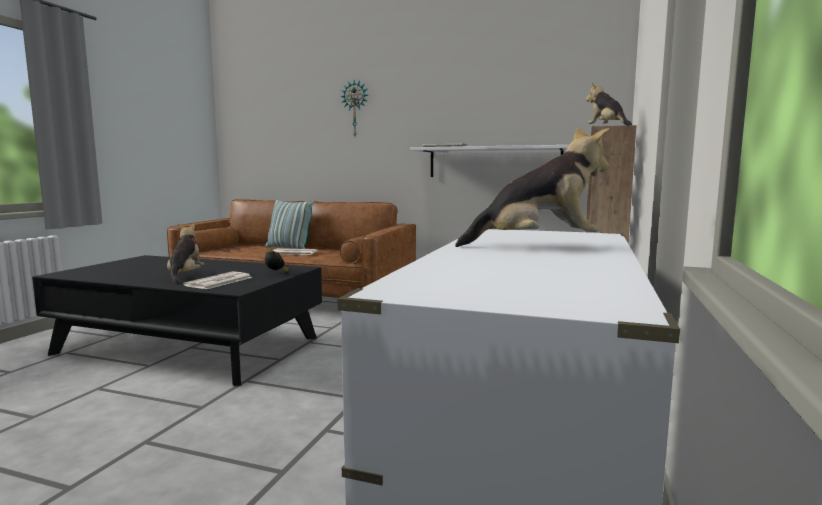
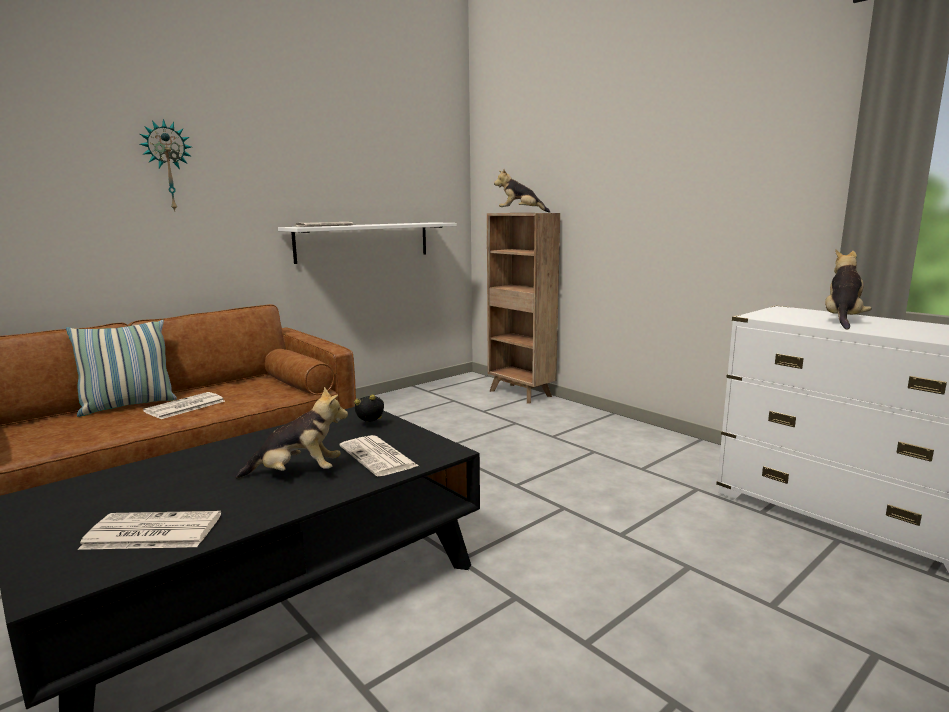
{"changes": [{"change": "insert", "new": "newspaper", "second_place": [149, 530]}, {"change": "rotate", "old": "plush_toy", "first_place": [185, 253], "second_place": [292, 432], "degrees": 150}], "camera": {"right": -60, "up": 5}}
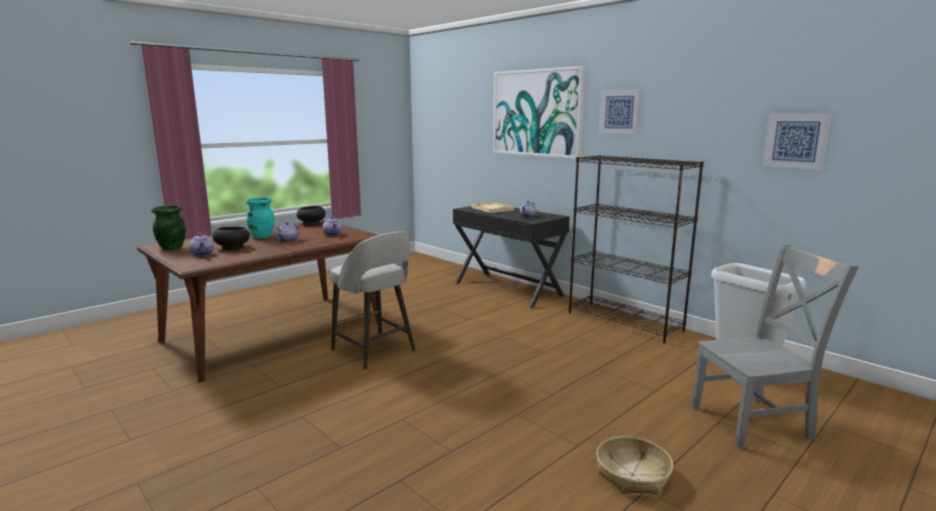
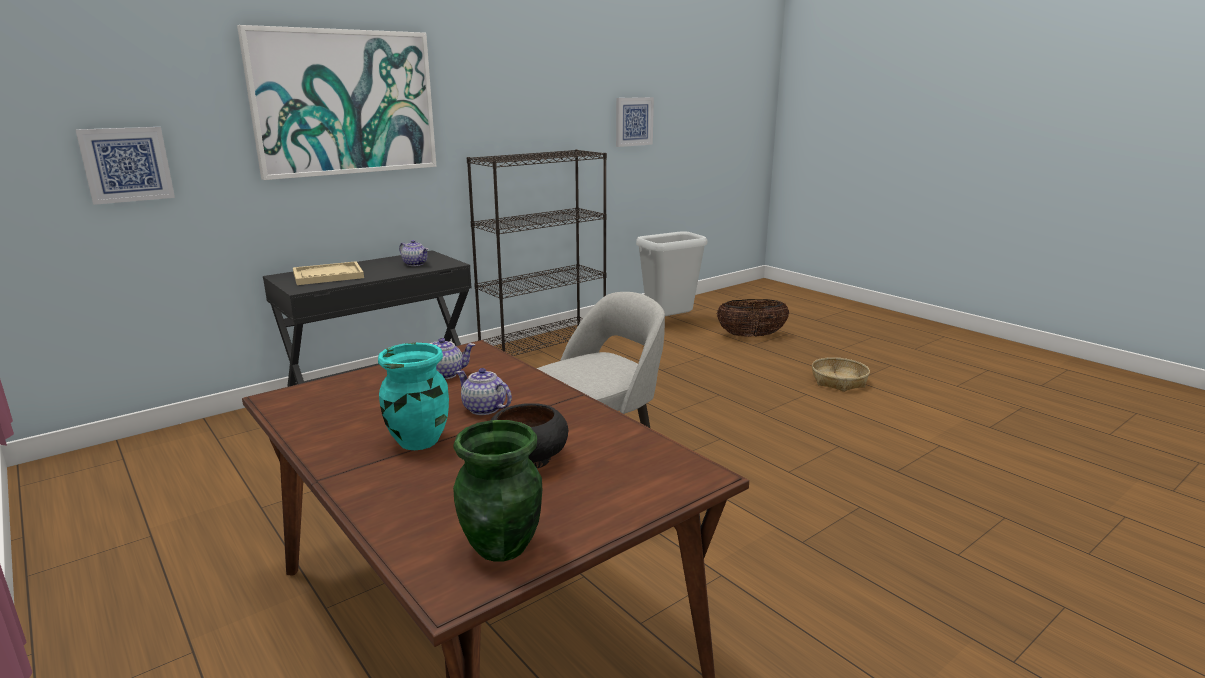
{"changes": [{"change": "delete", "old": "teapot", "first_place": [201, 244]}, {"change": "delete", "old": "black_bowl", "first_place": [311, 215]}, {"change": "move", "old": "picture", "first_place": [620, 111], "second_place": [125, 166]}, {"change": "replace", "old": "grey_chair", "new": "basket", "first_place": [775, 346], "second_place": [753, 318]}], "camera": {"right": -85, "up": 5}}
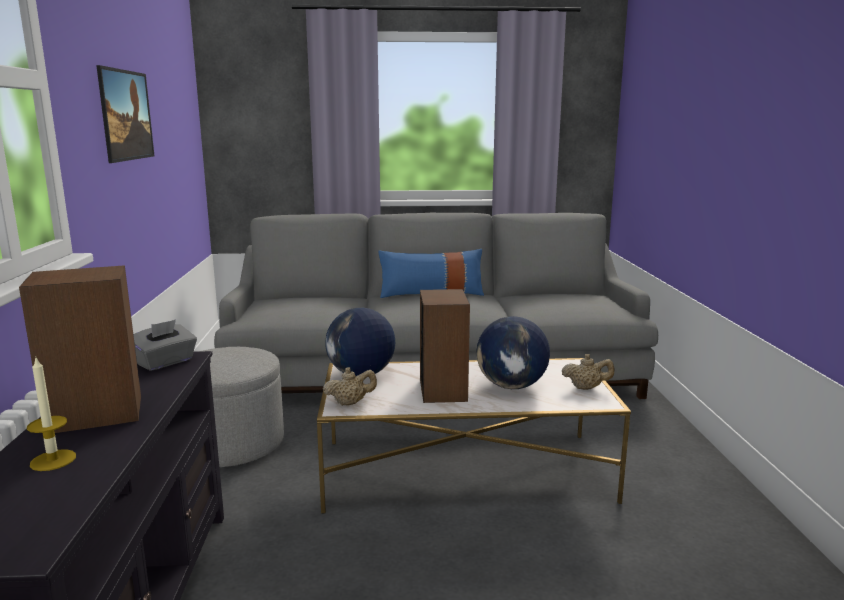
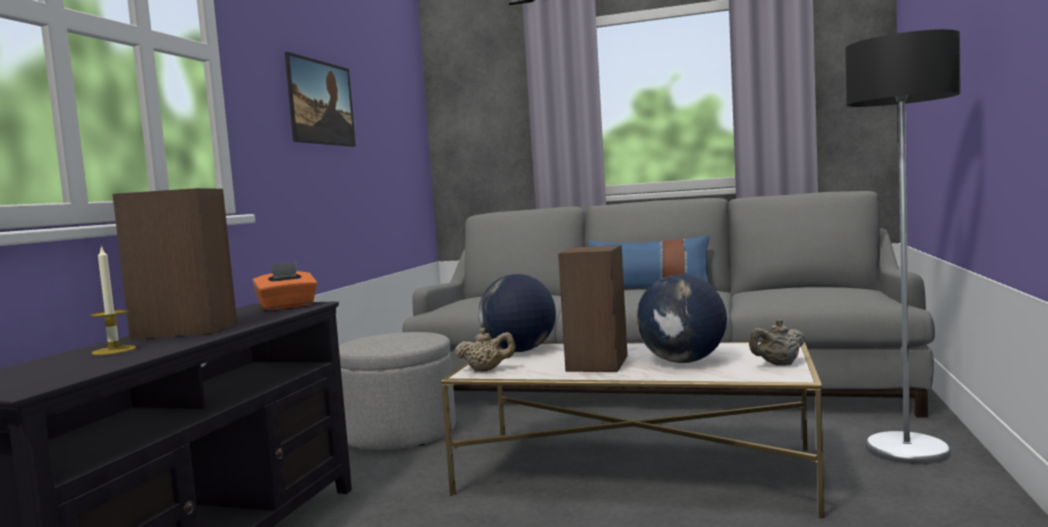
{"changes": [{"change": "insert", "new": "floor_lamp", "second_place": [903, 246]}, {"change": "recolor", "old": "grey_tissue_box", "new": "orange_tissue_box", "first_place": [165, 345], "second_place": [285, 286]}, {"change": "rotate", "old": "beige_teapot", "first_place": [588, 372], "second_place": [777, 342], "degrees": 135}], "camera": {"right": 20, "up": -10}}
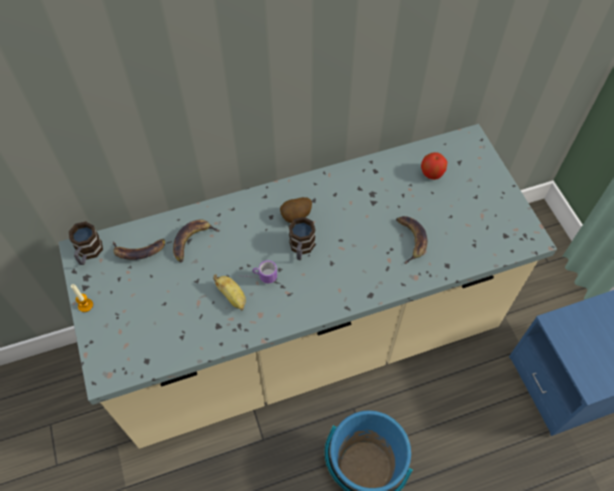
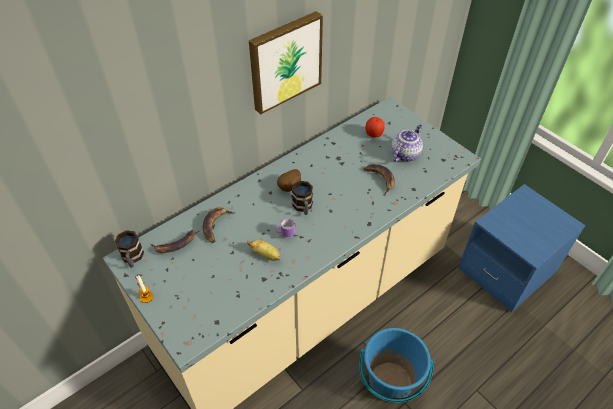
{"changes": [{"change": "insert", "new": "picture", "second_place": [286, 62]}, {"change": "insert", "new": "teapot", "second_place": [407, 143]}], "camera": {"right": -20, "up": -10}}
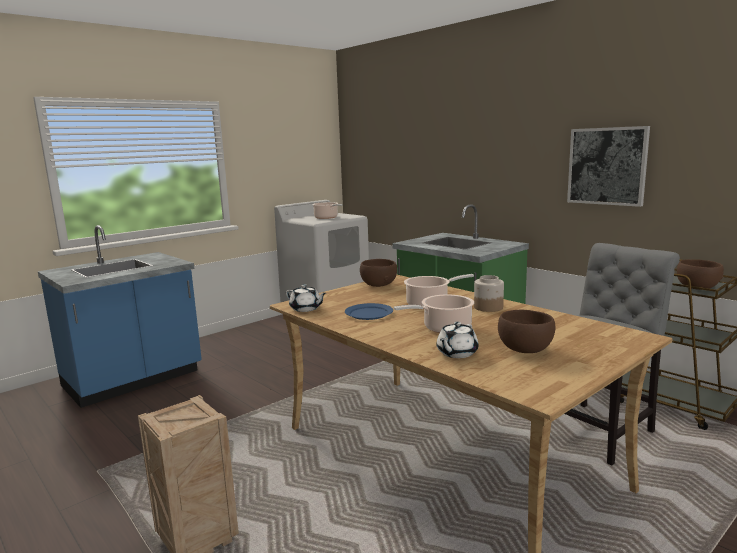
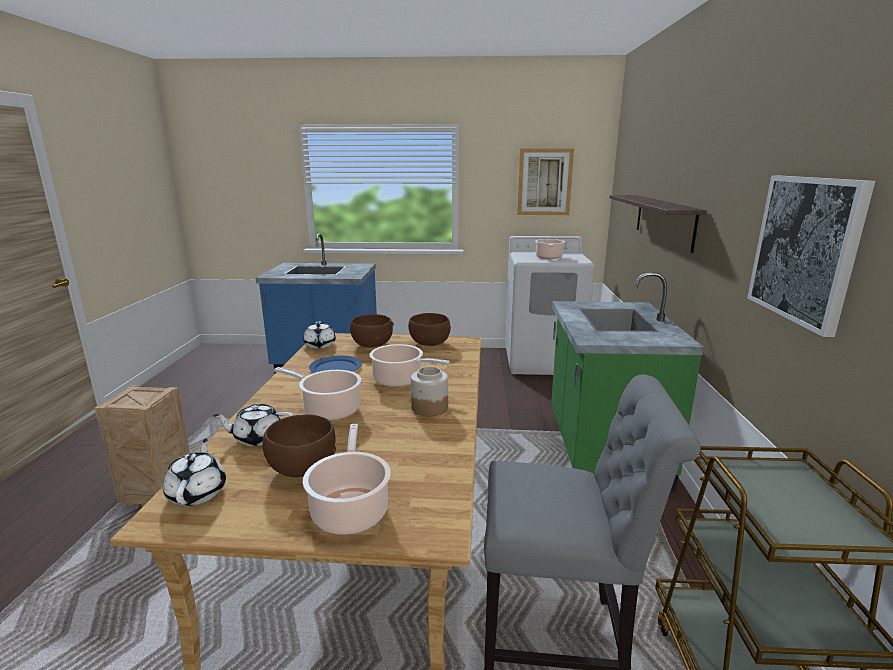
{"changes": [{"change": "insert", "new": "white_teapot", "second_place": [194, 472]}, {"change": "insert", "new": "cooking_pot", "second_place": [346, 479]}, {"change": "insert", "new": "picture", "second_place": [545, 182]}, {"change": "insert", "new": "shelf", "second_place": [658, 224]}, {"change": "move", "old": "brown_bowl", "first_place": [700, 274], "second_place": [372, 330]}], "camera": {"right": 45, "up": 5}}
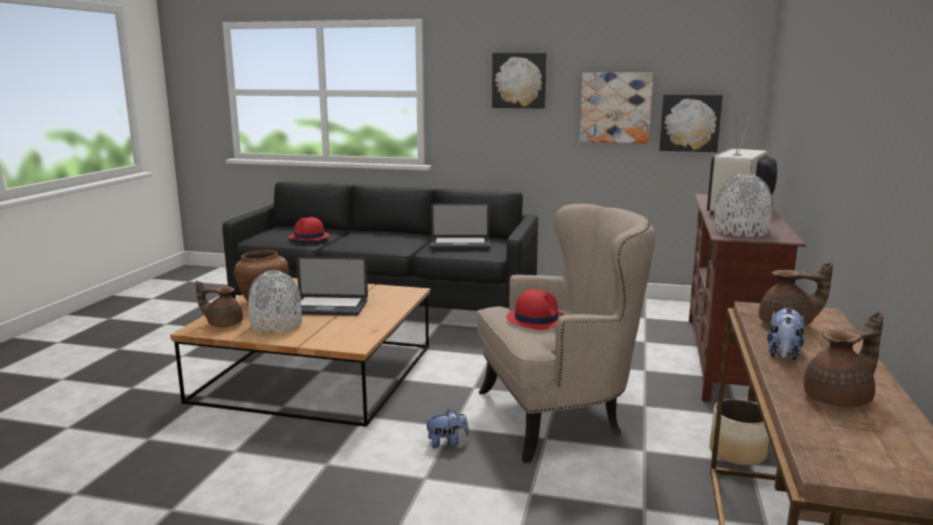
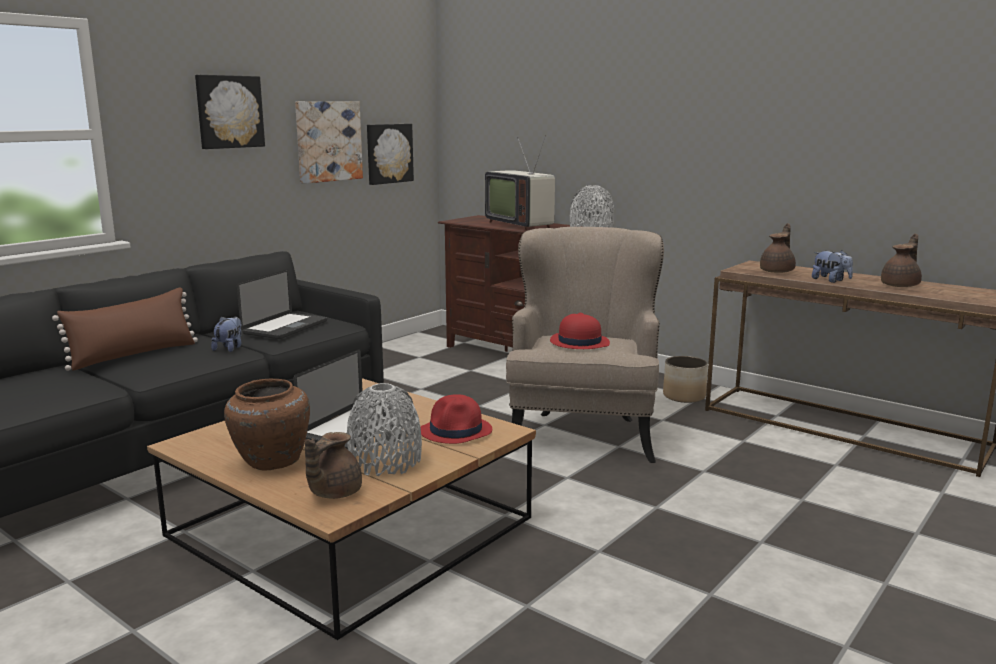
{"changes": [{"change": "insert", "new": "brown_pillow", "second_place": [125, 329]}, {"change": "move", "old": "red_hat", "first_place": [309, 229], "second_place": [456, 419]}, {"change": "move", "old": "plush_toy", "first_place": [446, 429], "second_place": [226, 334]}, {"change": "rotate", "old": "brown_teapot", "first_place": [844, 359], "second_place": [901, 260], "degrees": 45}], "camera": {"right": -65, "up": 0}}
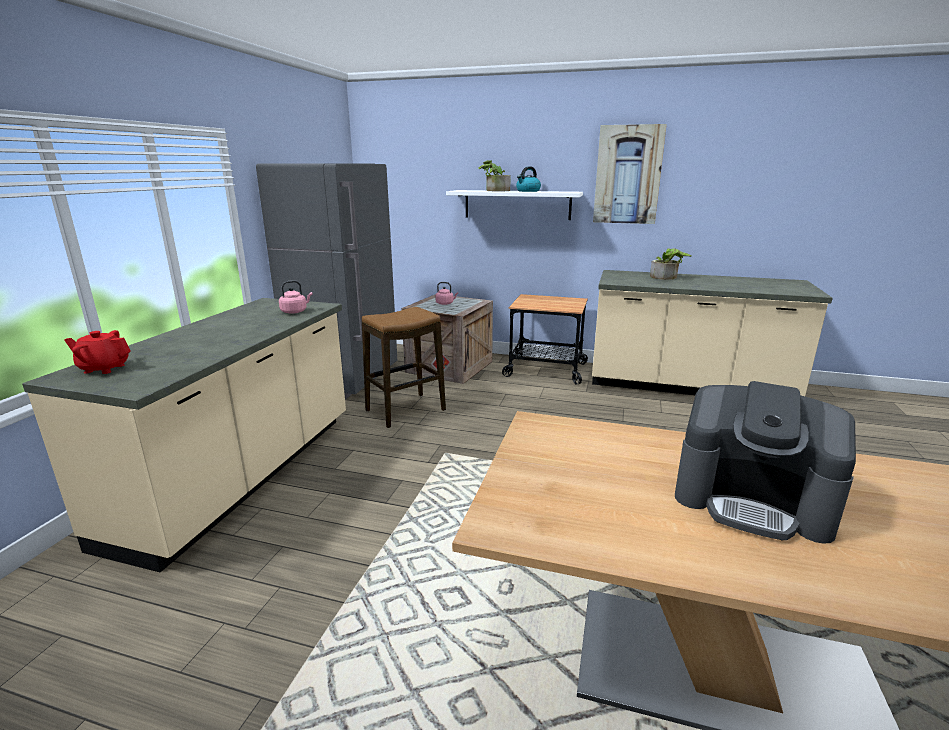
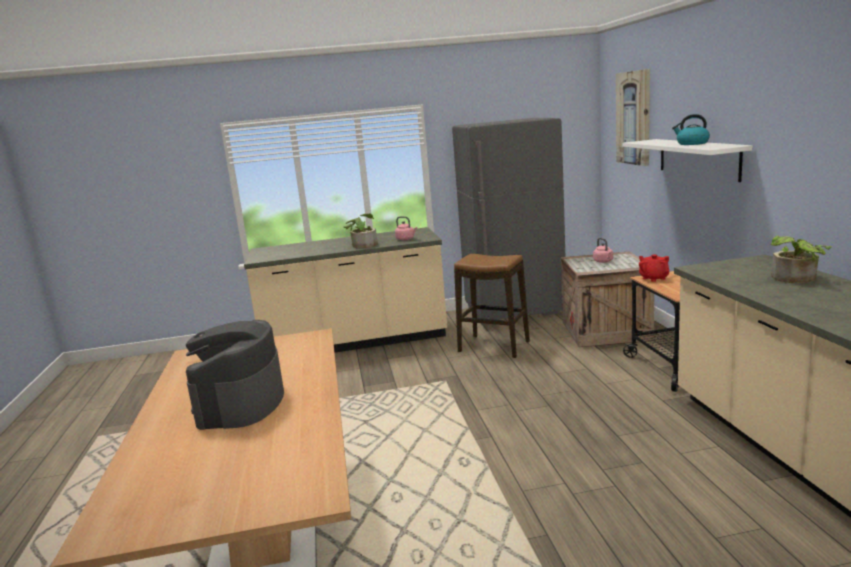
{"changes": [{"change": "move", "old": "red_teapot", "first_place": [97, 352], "second_place": [654, 268]}, {"change": "move", "old": "potted_plant", "first_place": [494, 175], "second_place": [361, 230]}, {"change": "move", "old": "picture", "first_place": [630, 174], "second_place": [633, 117]}], "camera": {"right": 65, "up": -5}}
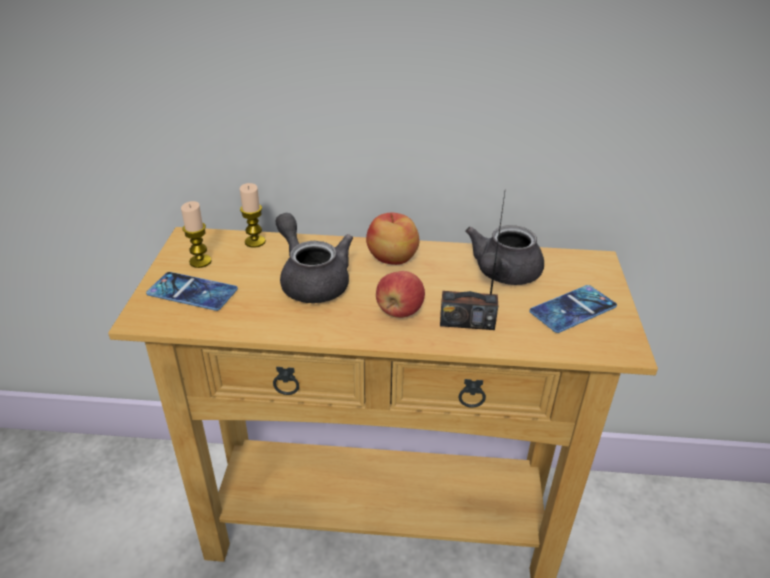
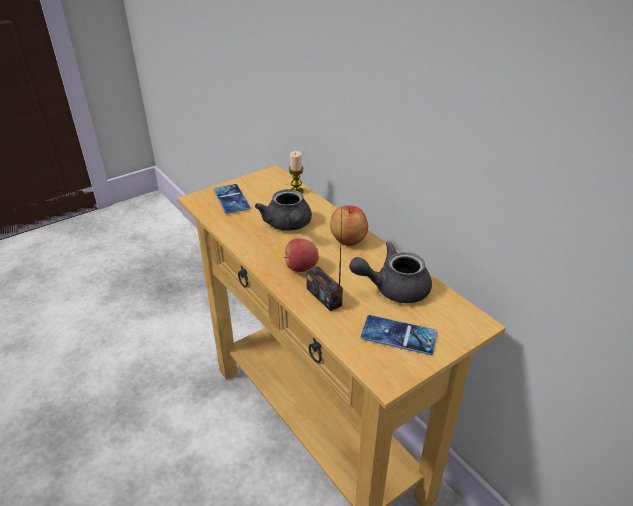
{"changes": [{"change": "delete", "old": "candle", "first_place": [196, 234]}, {"change": "rotate", "old": "grey_teapot", "first_place": [314, 258], "second_place": [283, 210], "degrees": 150}], "camera": {"right": 50, "up": 0}}
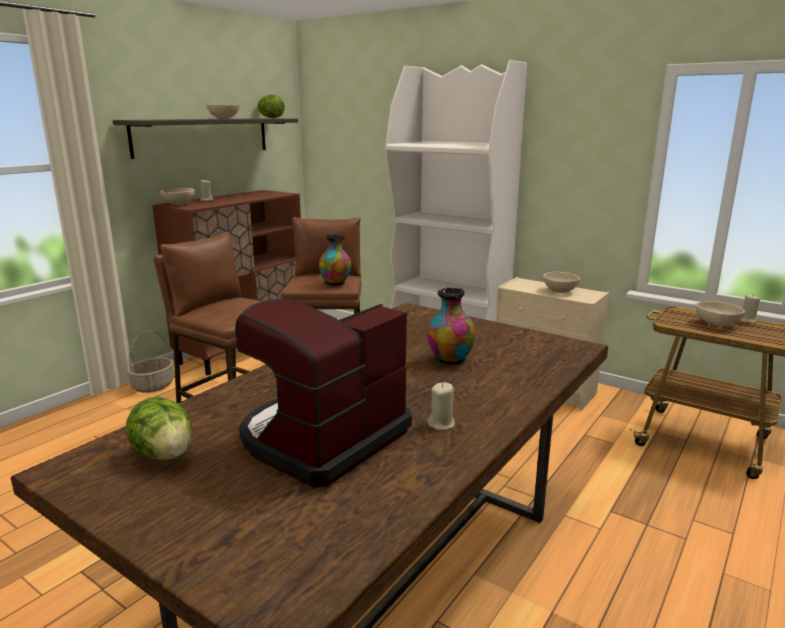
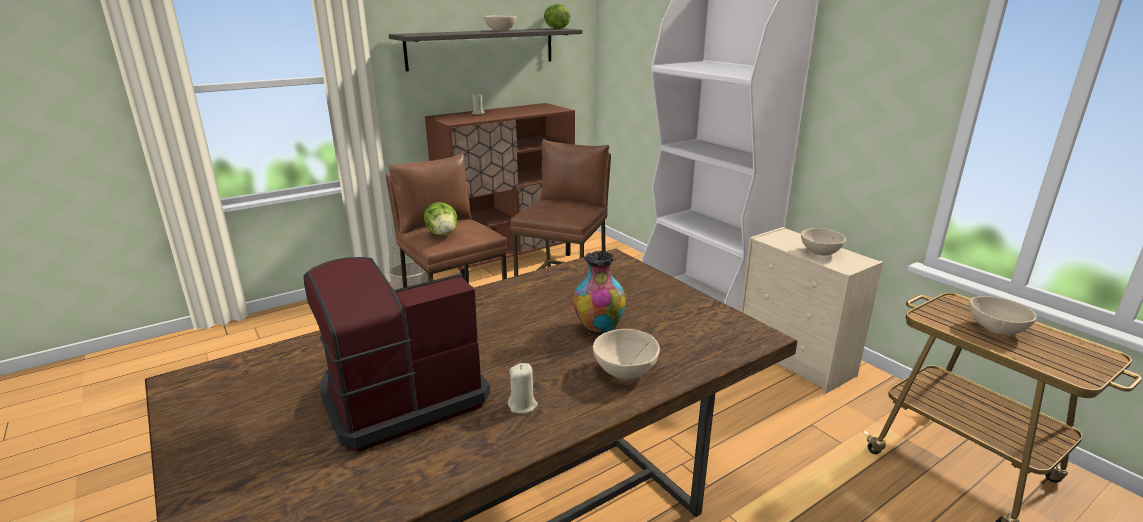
{"changes": [{"change": "delete", "old": "vase", "first_place": [335, 260]}, {"change": "delete", "old": "beige_candle", "first_place": [750, 308]}, {"change": "move", "old": "lettuce", "first_place": [159, 429], "second_place": [440, 219]}, {"change": "move", "old": "beige_bowl", "first_place": [177, 196], "second_place": [626, 354]}], "camera": {"right": 20, "up": 5}}
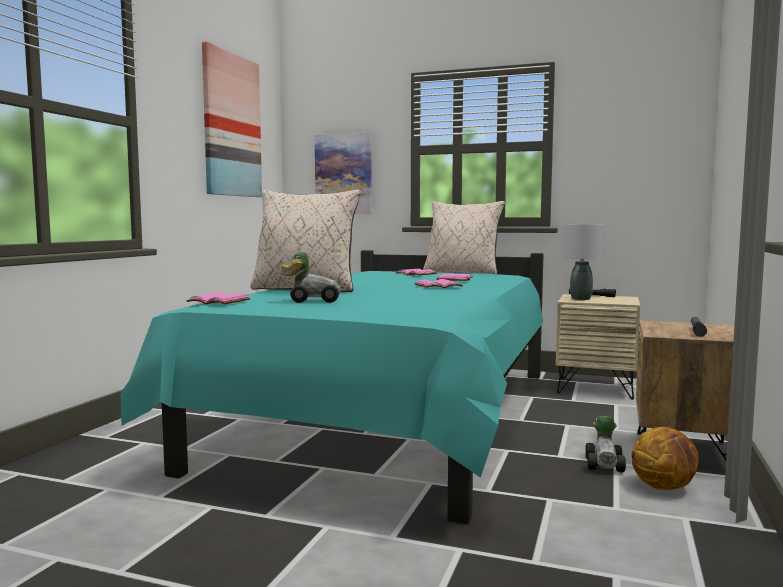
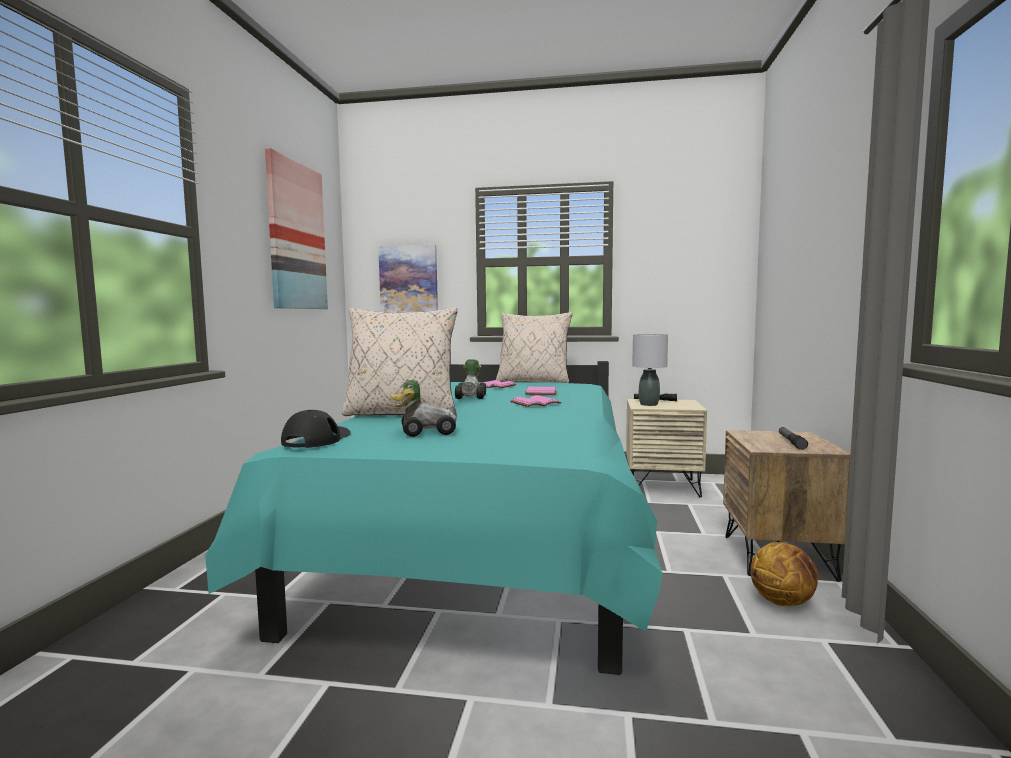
{"changes": [{"change": "move", "old": "toy_car", "first_place": [605, 444], "second_place": [470, 379]}, {"change": "replace", "old": "pink_book", "new": "black_cap", "first_place": [218, 298], "second_place": [316, 429]}], "camera": {"right": -10, "up": 0}}
